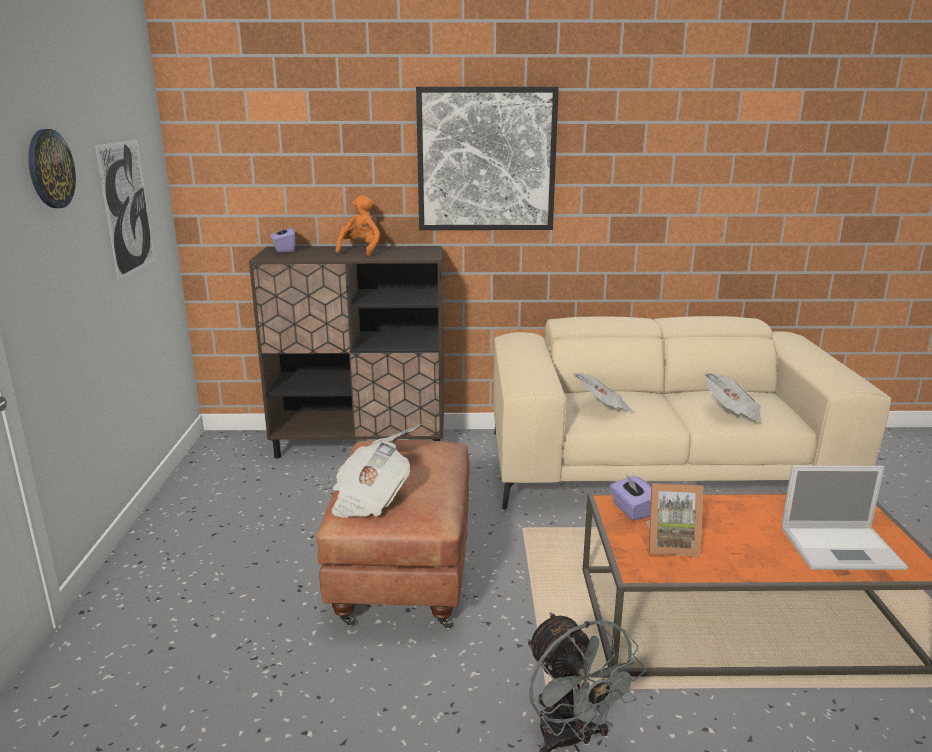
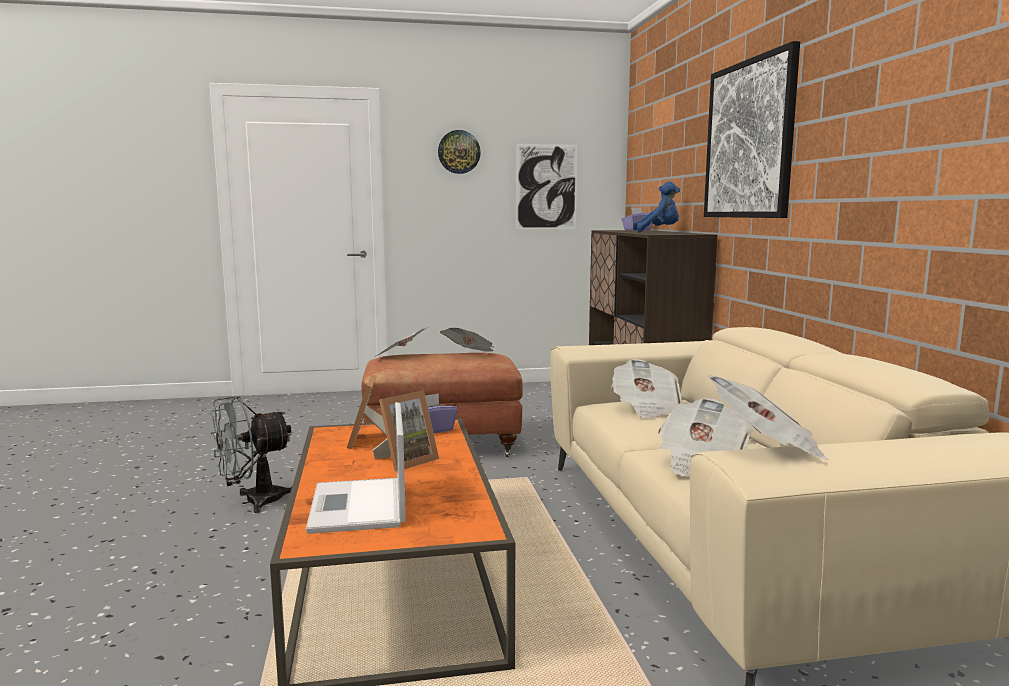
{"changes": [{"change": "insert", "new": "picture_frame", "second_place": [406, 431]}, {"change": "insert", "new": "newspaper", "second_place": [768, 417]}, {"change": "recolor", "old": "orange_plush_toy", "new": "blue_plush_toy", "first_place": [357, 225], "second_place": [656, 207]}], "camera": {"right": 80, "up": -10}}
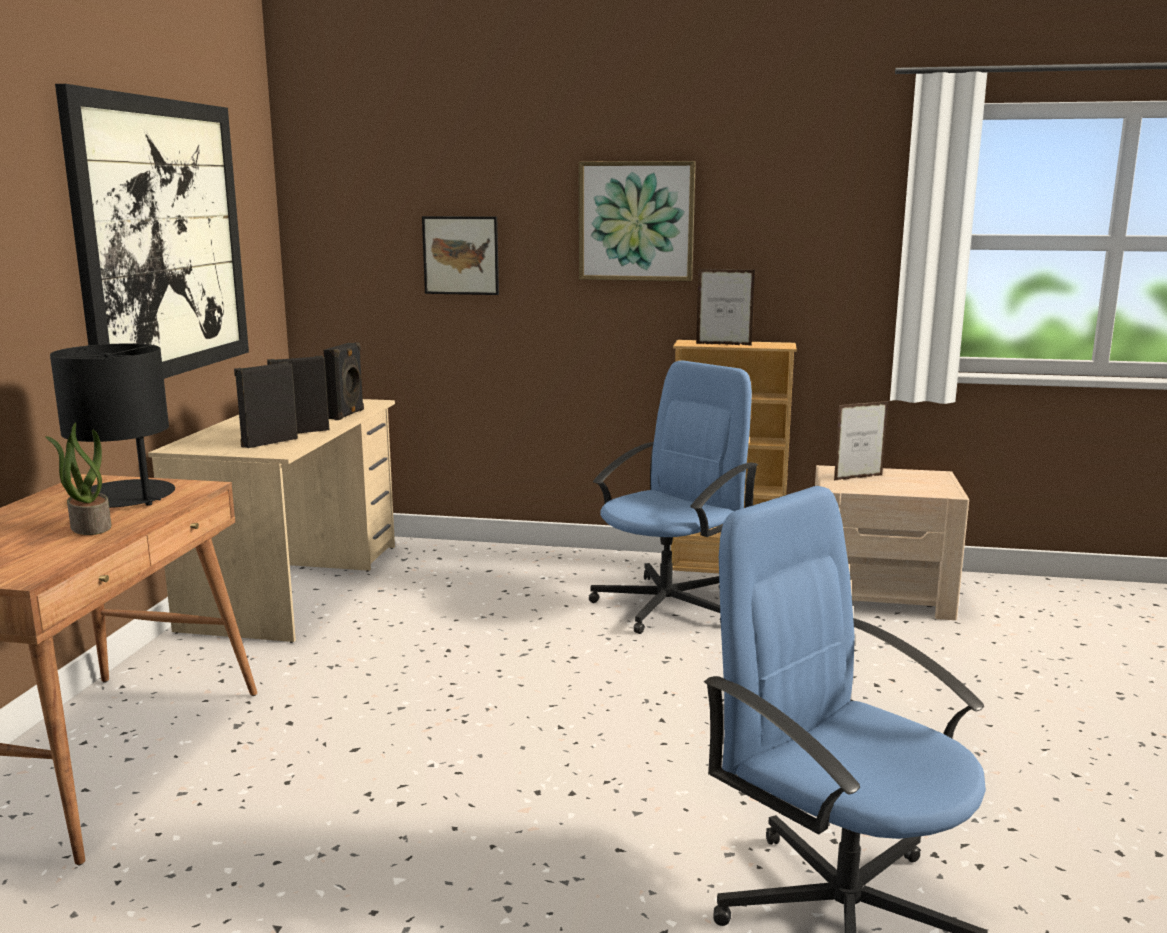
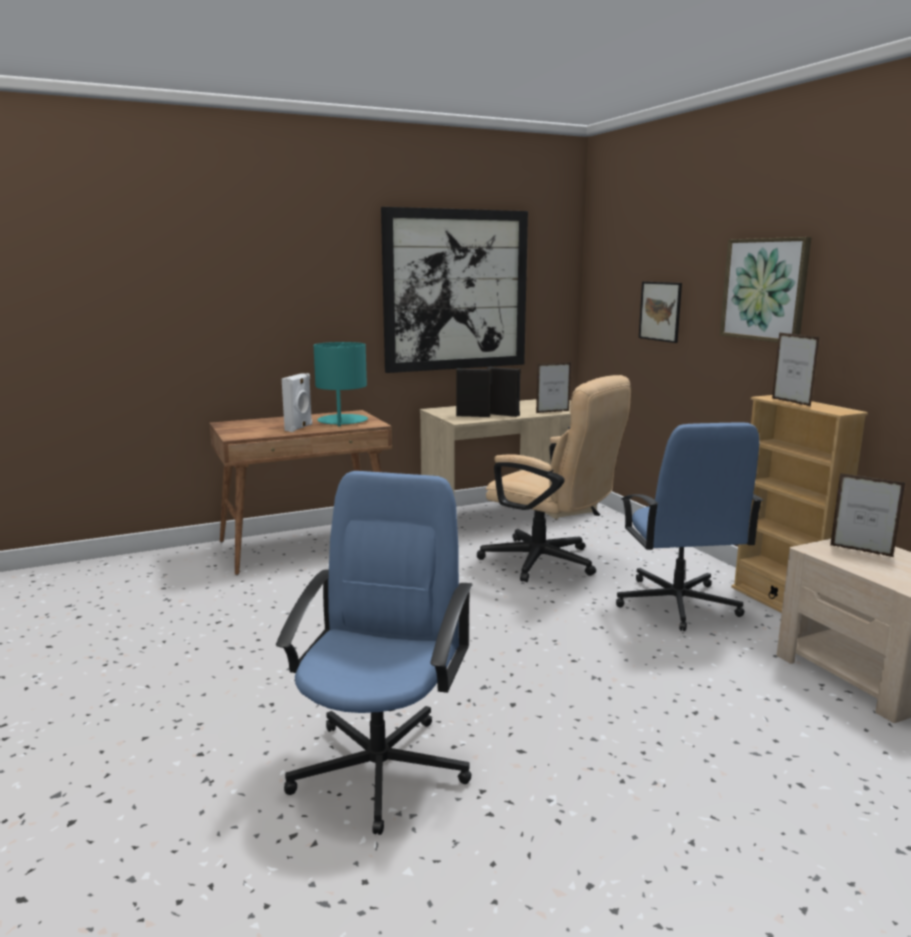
{"changes": [{"change": "insert", "new": "beige_office_chair", "second_place": [554, 478]}, {"change": "replace", "old": "potted_plant", "new": "white_speaker", "first_place": [78, 479], "second_place": [297, 402]}, {"change": "replace", "old": "black_speaker", "new": "picture_frame", "first_place": [344, 381], "second_place": [553, 387]}, {"change": "recolor", "old": "black_table_lamp", "new": "turquoise_table_lamp", "first_place": [112, 425], "second_place": [340, 384]}, {"change": "rotate", "old": "blue_office_chair", "first_place": [674, 497], "second_place": [689, 526], "degrees": 75}], "camera": {"right": 55, "up": 0}}
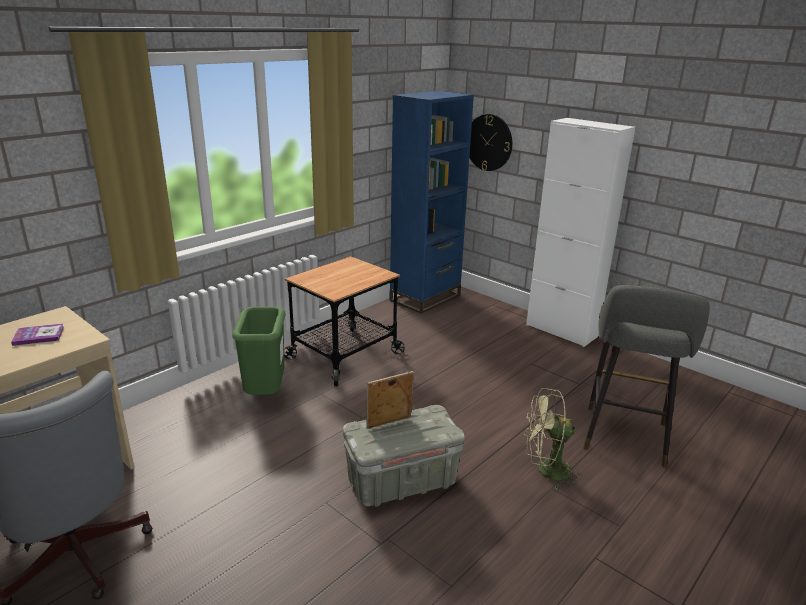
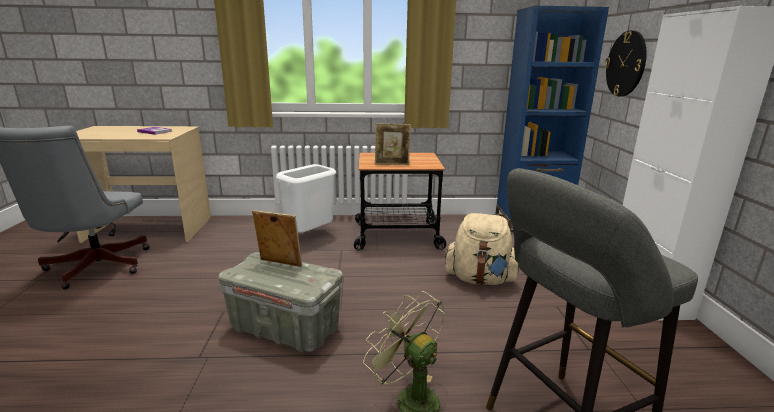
{"changes": [{"change": "insert", "new": "picture_frame", "second_place": [393, 144]}, {"change": "insert", "new": "beige_backpack", "second_place": [482, 249]}, {"change": "recolor", "old": "green_trash_can", "new": "white_trash_can", "first_place": [259, 351], "second_place": [306, 198]}], "camera": {"right": 45, "up": -5}}
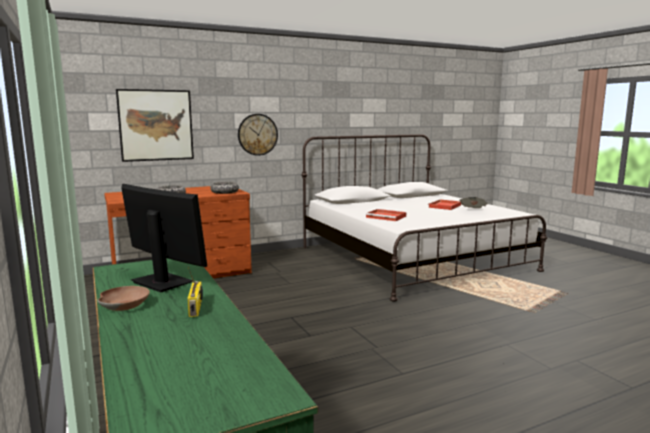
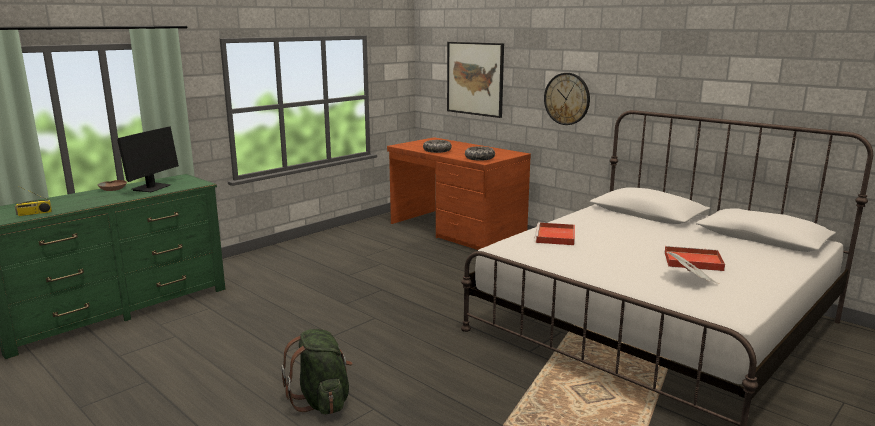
{"changes": [{"change": "insert", "new": "green_backpack", "second_place": [316, 371]}, {"change": "move", "old": "radio", "first_place": [195, 291], "second_place": [33, 202]}], "camera": {"right": 70, "up": 5}}
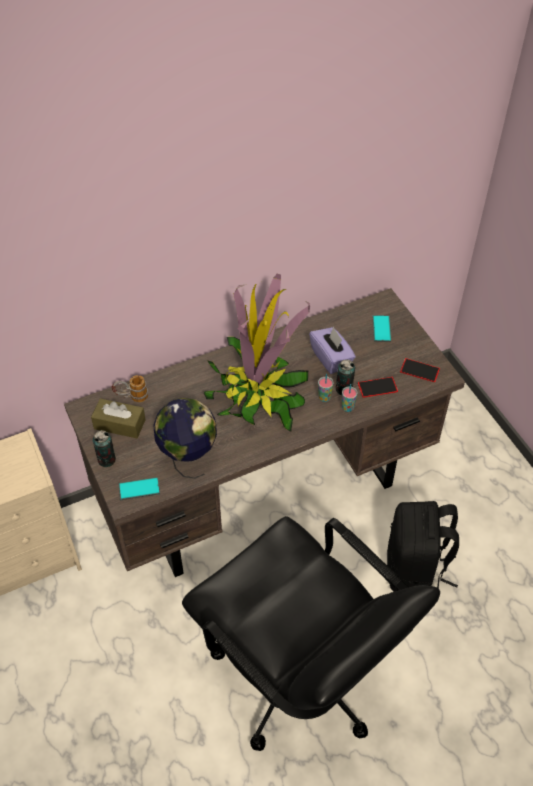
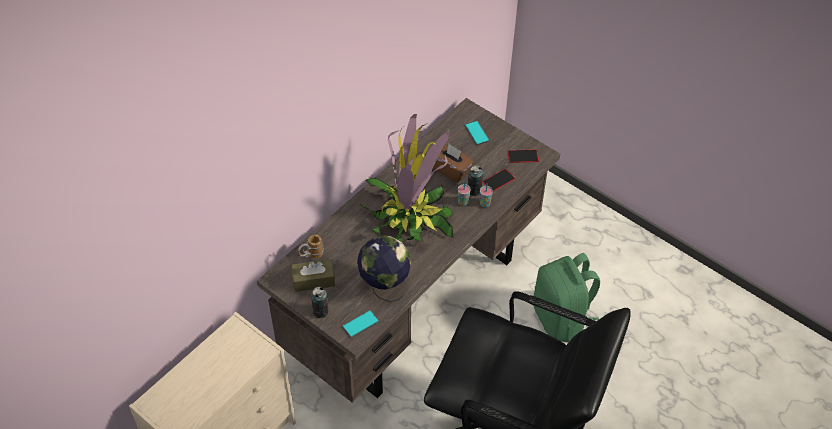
{"changes": [{"change": "recolor", "old": "purple_tissue_box", "new": "brown_tissue_box", "first_place": [332, 350], "second_place": [453, 163]}, {"change": "recolor", "old": "black_backpack", "new": "green_backpack", "first_place": [423, 546], "second_place": [566, 297]}], "camera": {"right": -25, "up": 0}}
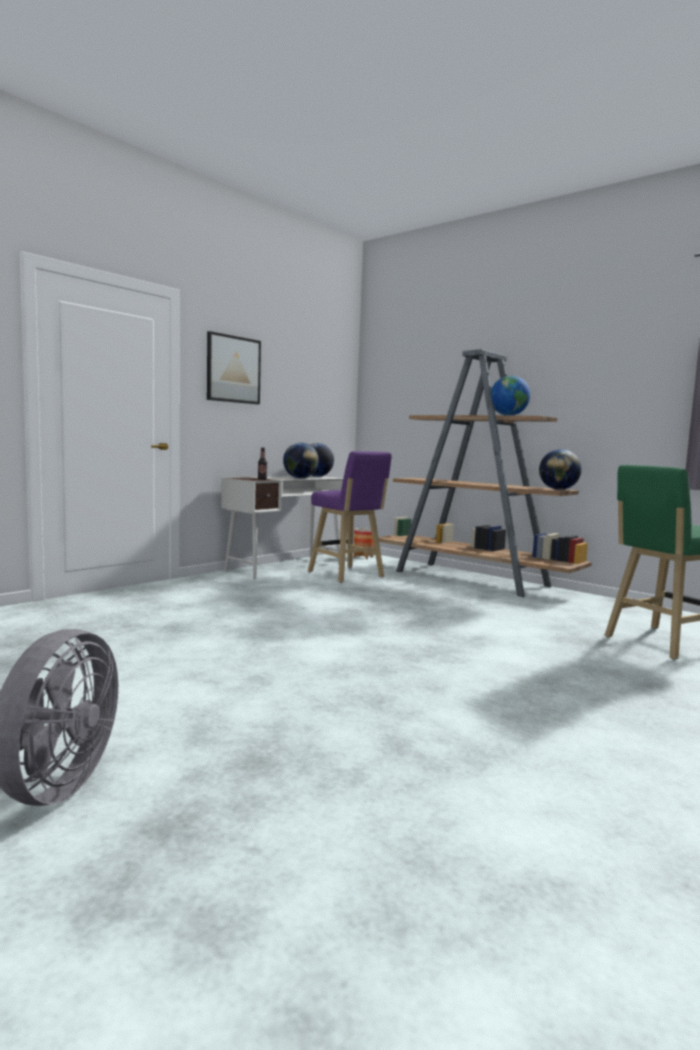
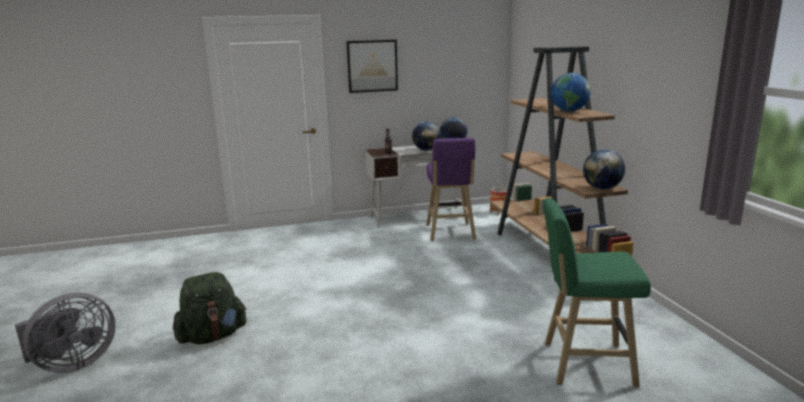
{"changes": [{"change": "insert", "new": "green_backpack", "second_place": [210, 308]}], "camera": {"right": 35, "up": 10}}
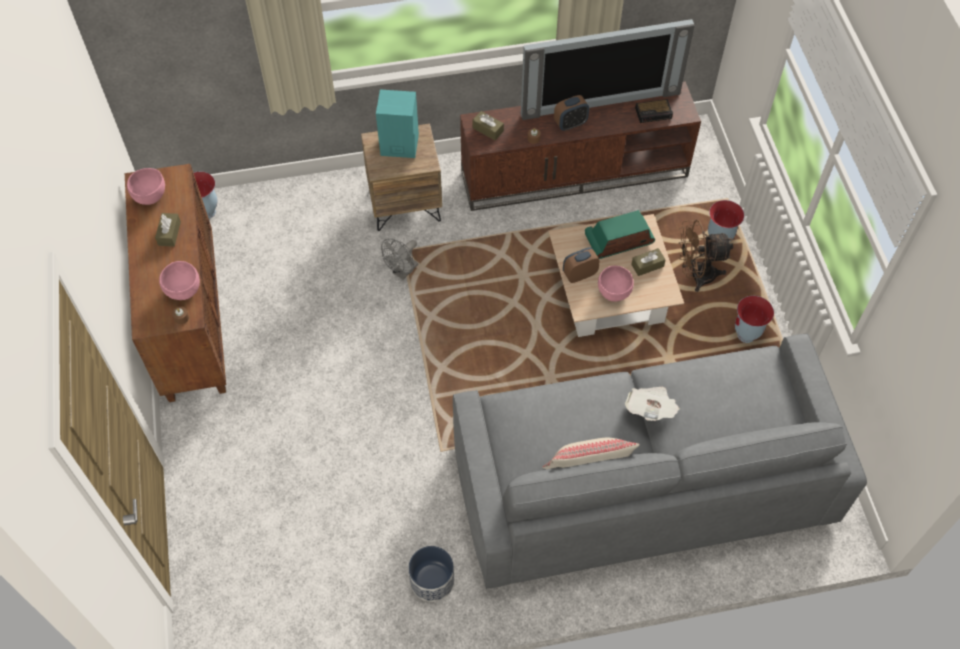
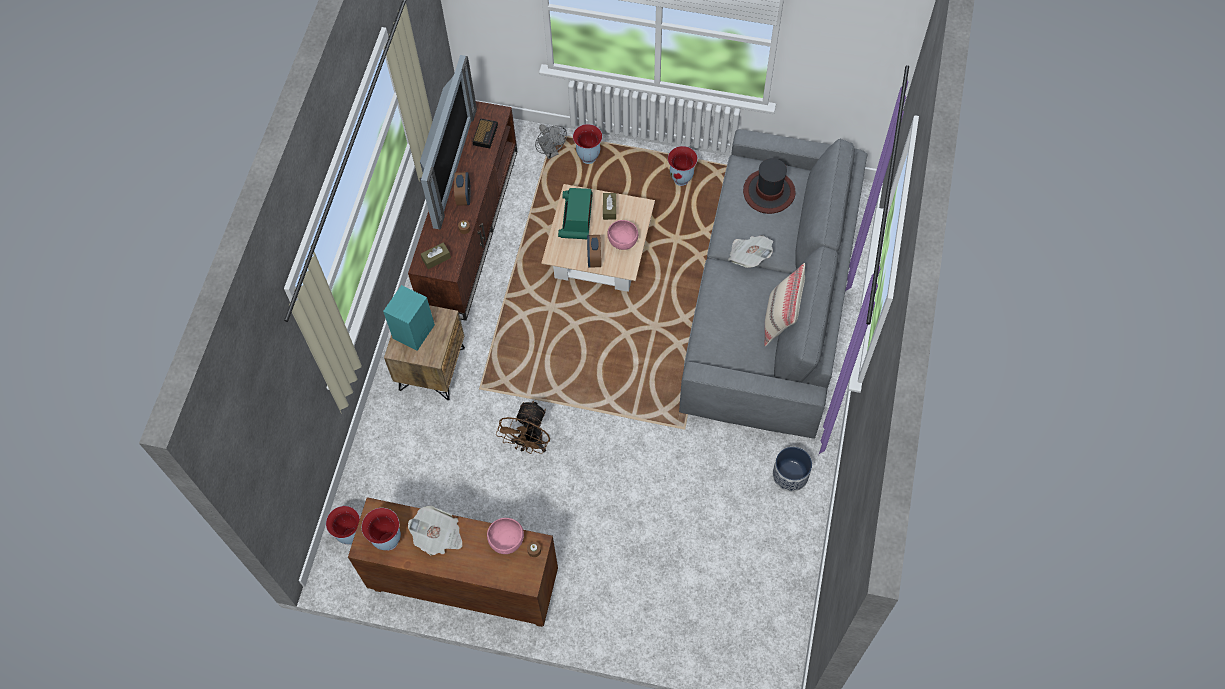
{"changes": [{"change": "insert", "new": "hat", "second_place": [769, 186]}, {"change": "move", "old": "grey_fan", "first_place": [399, 259], "second_place": [551, 141]}, {"change": "move", "old": "brown_fan", "first_place": [705, 256], "second_place": [523, 427]}, {"change": "replace", "old": "pink_bowl", "new": "vase", "first_place": [146, 186], "second_place": [381, 529]}, {"change": "replace", "old": "brown_tissue_box", "new": "newspaper", "first_place": [168, 230], "second_place": [435, 531]}], "camera": {"right": -65, "up": 5}}
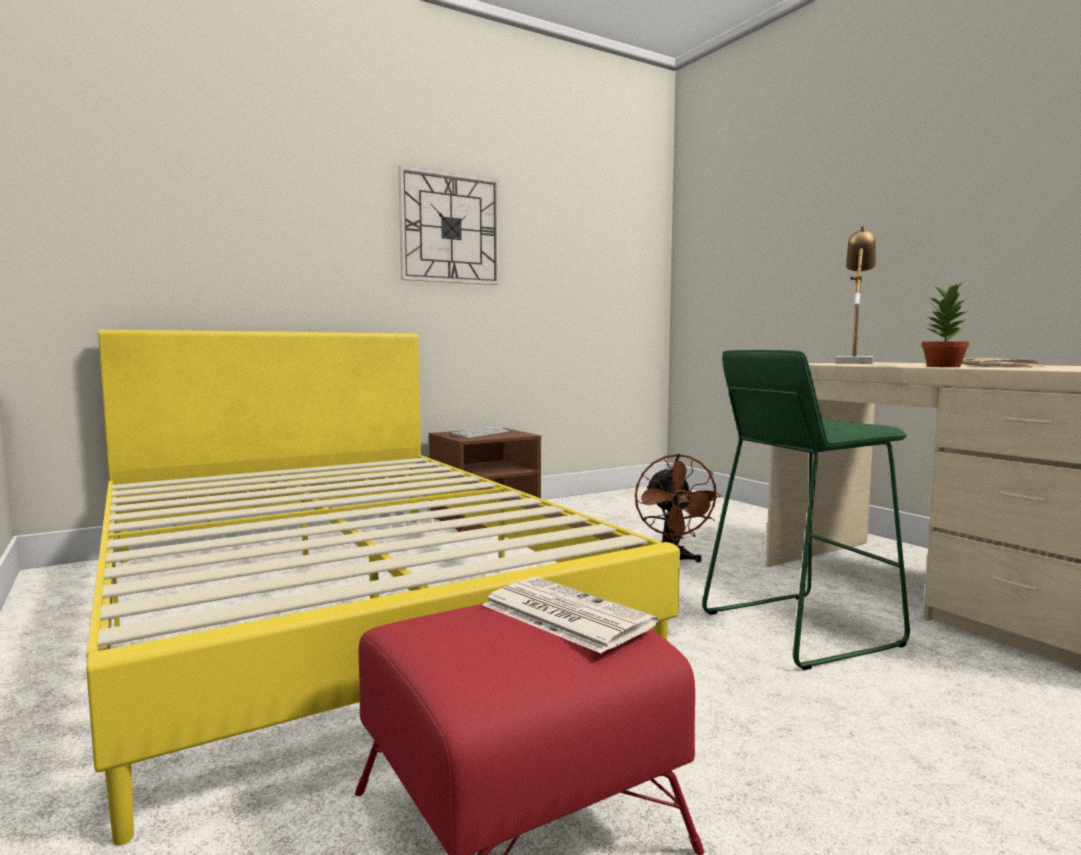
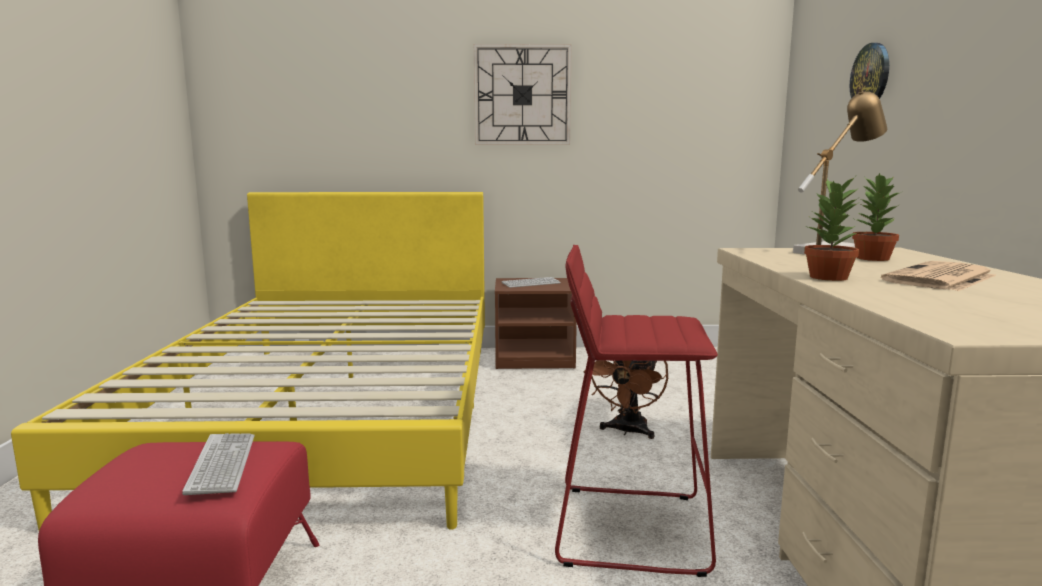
{"changes": [{"change": "insert", "new": "wall_clock", "second_place": [869, 71]}, {"change": "insert", "new": "potted_plant", "second_place": [877, 217]}, {"change": "replace", "old": "newspaper", "new": "keyboard", "first_place": [570, 615], "second_place": [218, 464]}, {"change": "recolor", "old": "green_stool", "new": "red_stool", "first_place": [806, 510], "second_place": [636, 411]}], "camera": {"right": 30, "up": 5}}
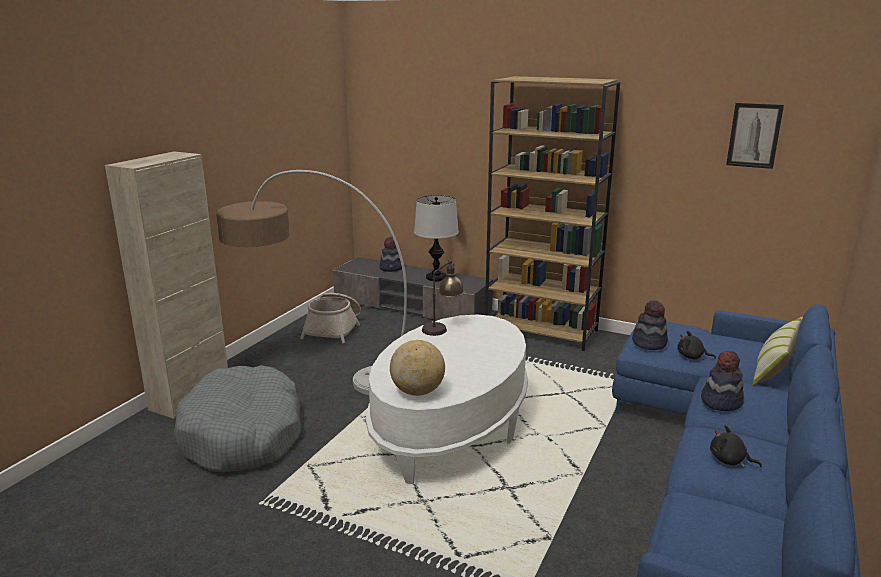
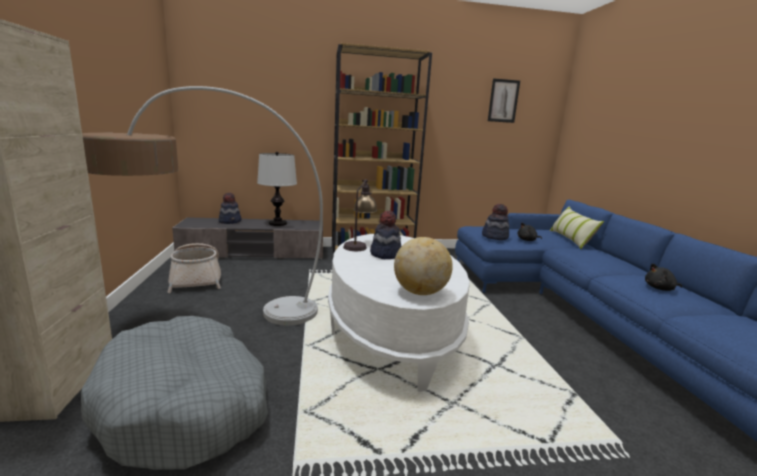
{"changes": [{"change": "move", "old": "hat", "first_place": [722, 381], "second_place": [385, 235]}], "camera": {"right": -35, "up": -5}}
